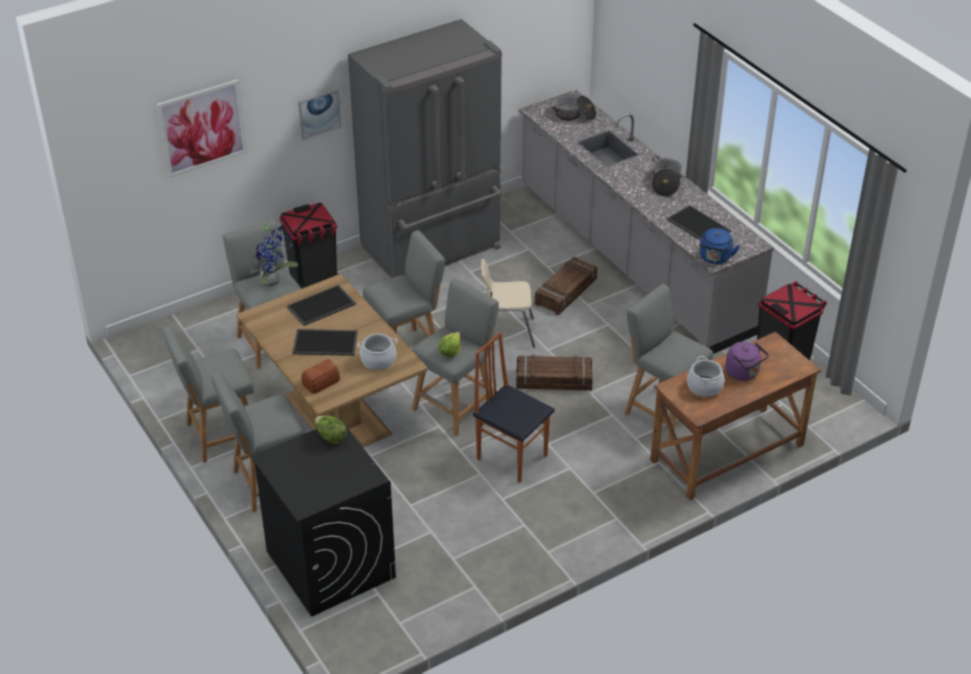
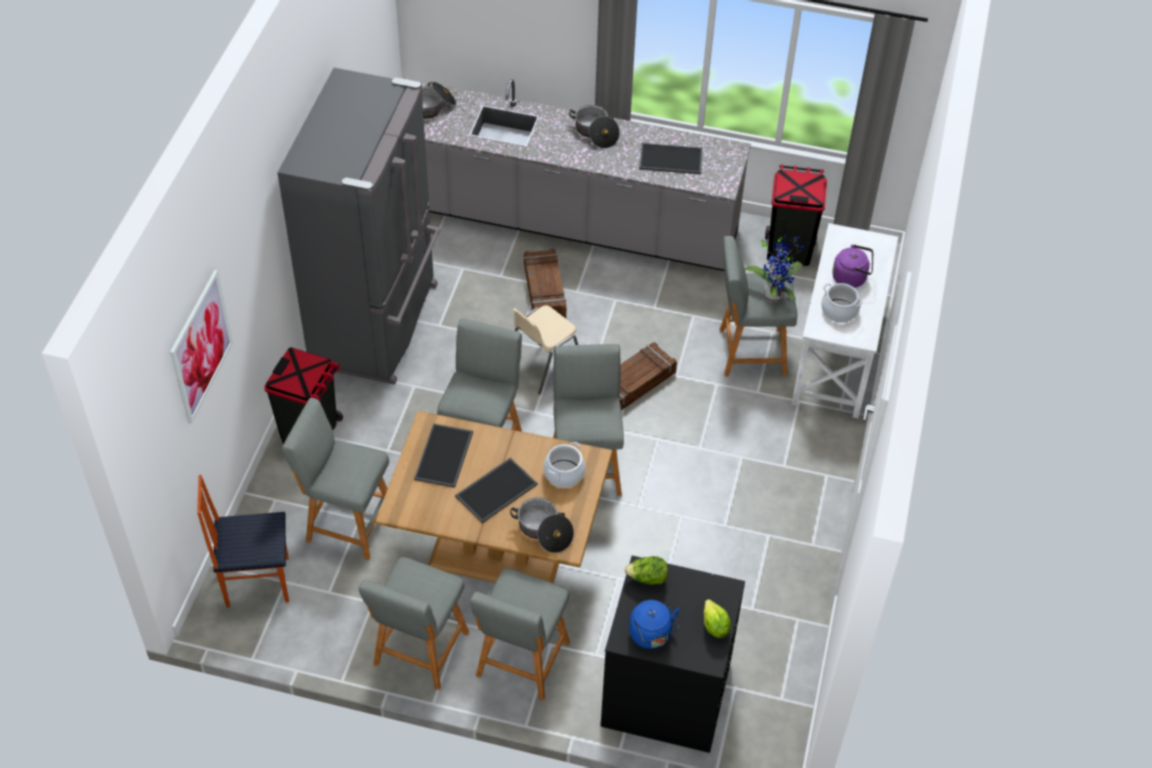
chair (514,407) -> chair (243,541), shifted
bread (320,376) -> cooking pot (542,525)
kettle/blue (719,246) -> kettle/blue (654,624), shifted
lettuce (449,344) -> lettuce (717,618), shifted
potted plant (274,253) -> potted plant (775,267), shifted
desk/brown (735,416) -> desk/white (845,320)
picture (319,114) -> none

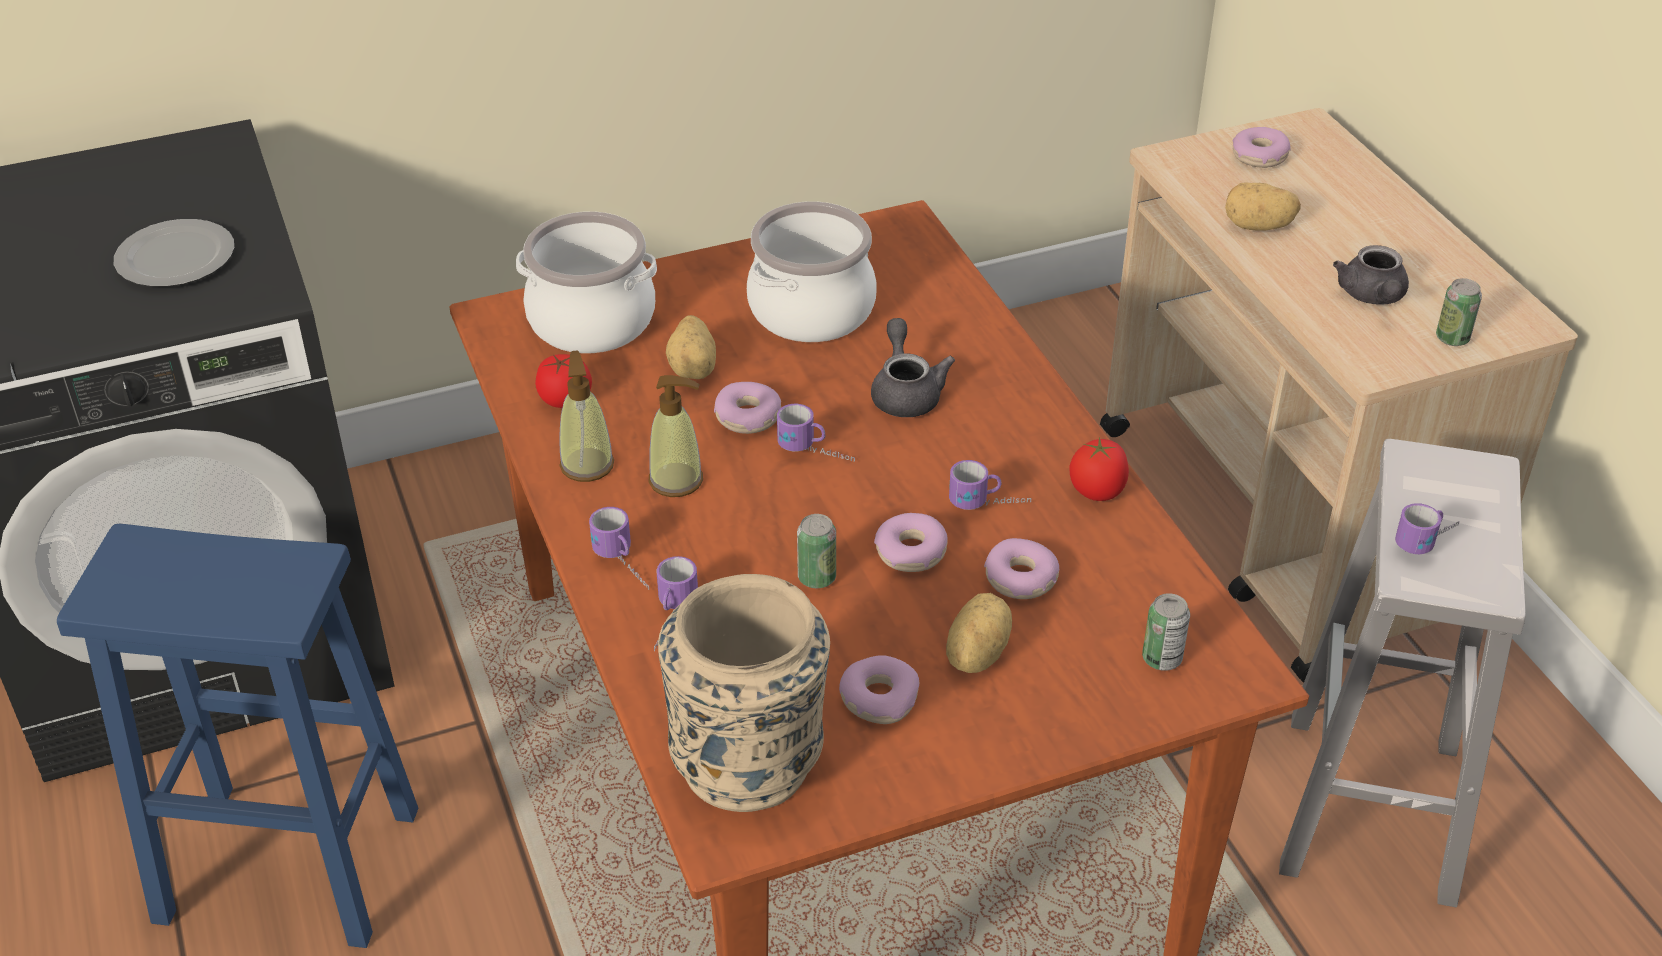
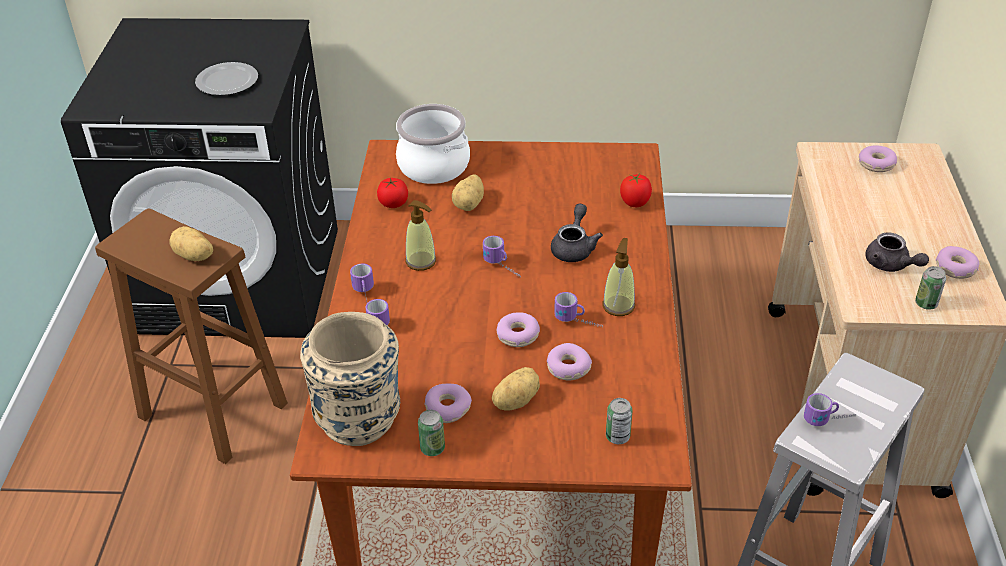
stool/blue (237,736) -> stool/brown (191,336)
potato (1263,206) -> potato (191,243), shifted
can (816,551) -> can (431,433), shifted
soap dispenser (586,416) -> soap dispenser (619,277), shifted
tomato (1099,469) -> tomato (636,190), shifted
teapot/grey (1371,275) -> teapot/grey (897,252), 60 degrees counterclockwise
donut (747,408) -> donut (958,262), shifted
cooking pot (812,271) -> none

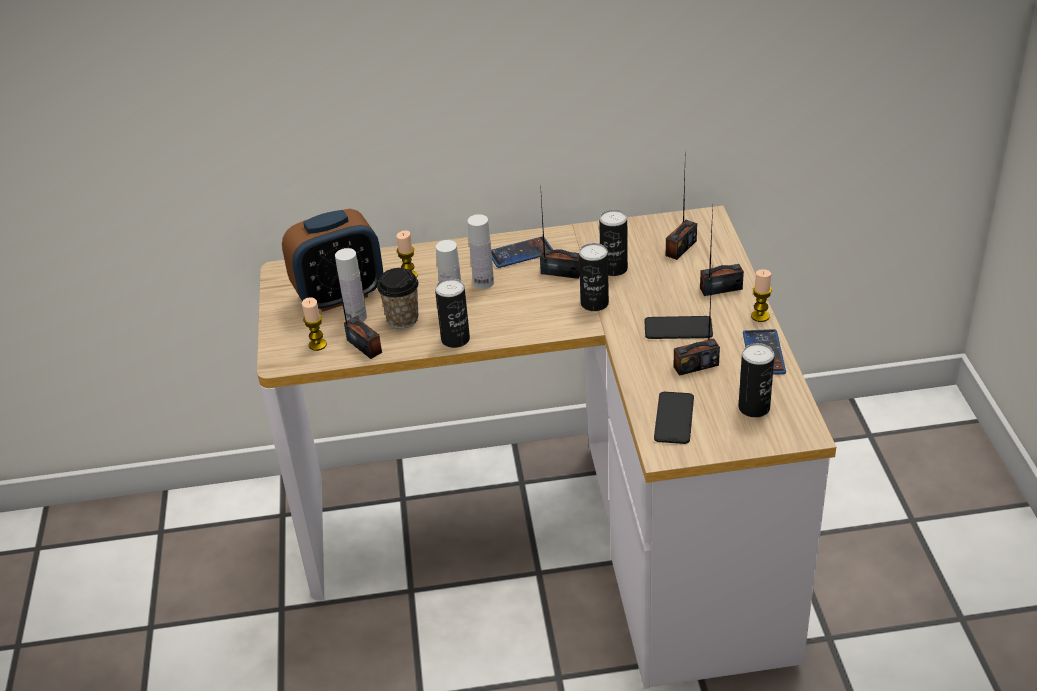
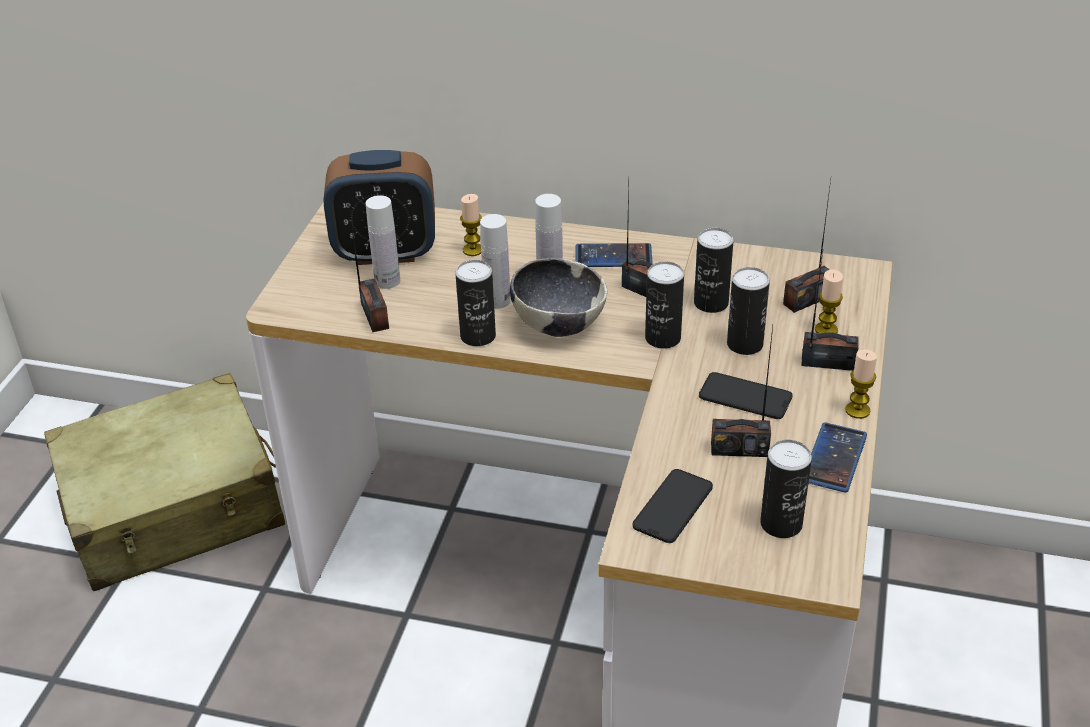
none -> suitcase/beige (164,482)
none -> bowl (558,297)
none -> can (748,311)
candle (314,324) -> candle (829,301), shifted
cup (398,298) -> none

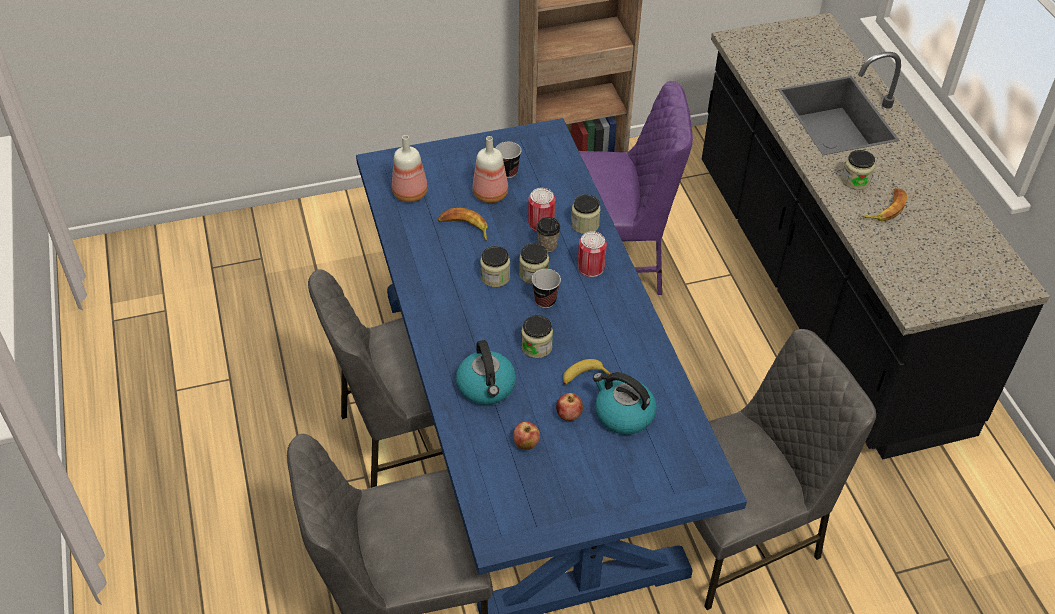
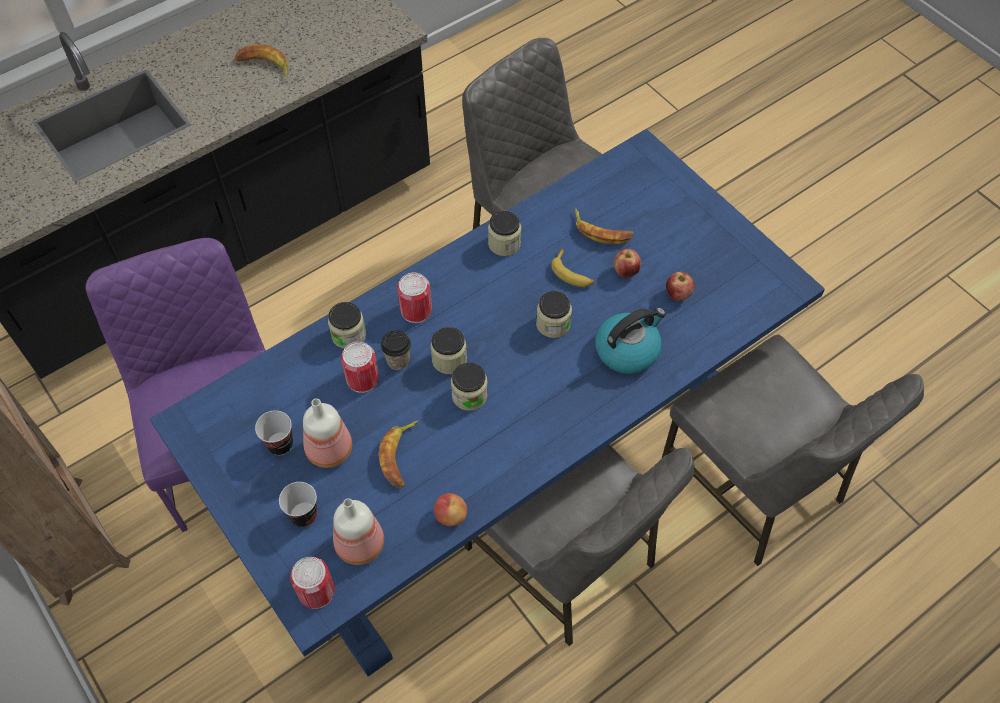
cup (546,288) -> cup (298,504), shifted
none -> can (312,583)
none -> apple (450,509)
jar (858,170) -> jar (504,233), shifted
kettle (625,403) -> banana (604,226)

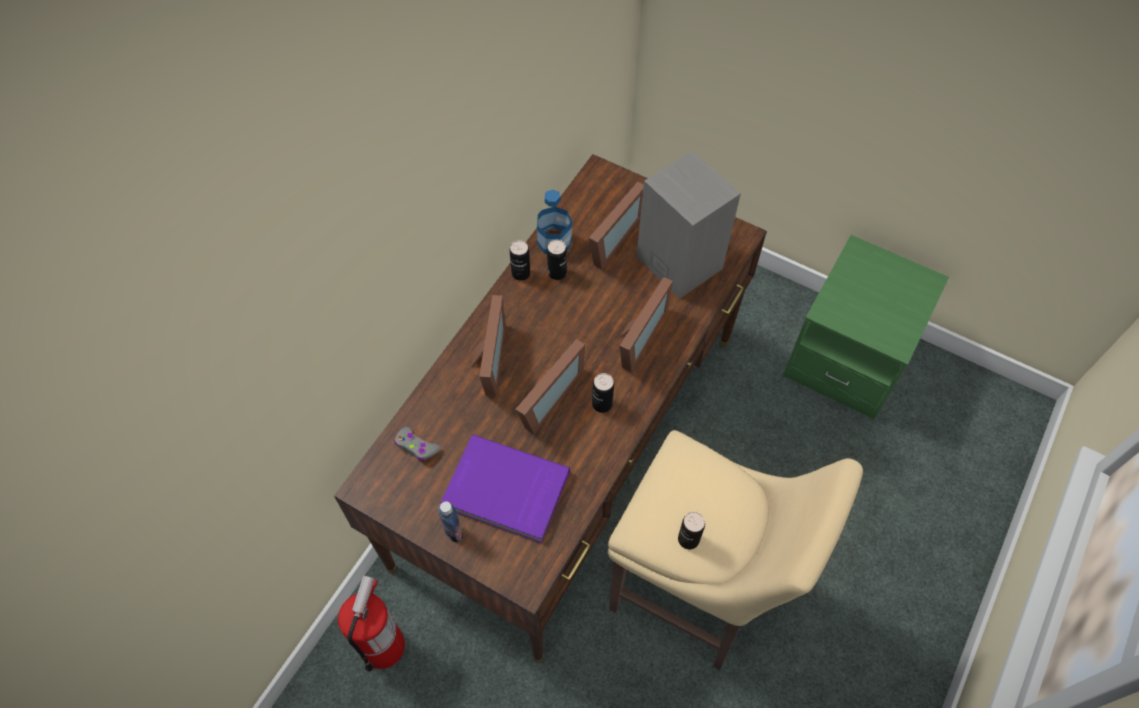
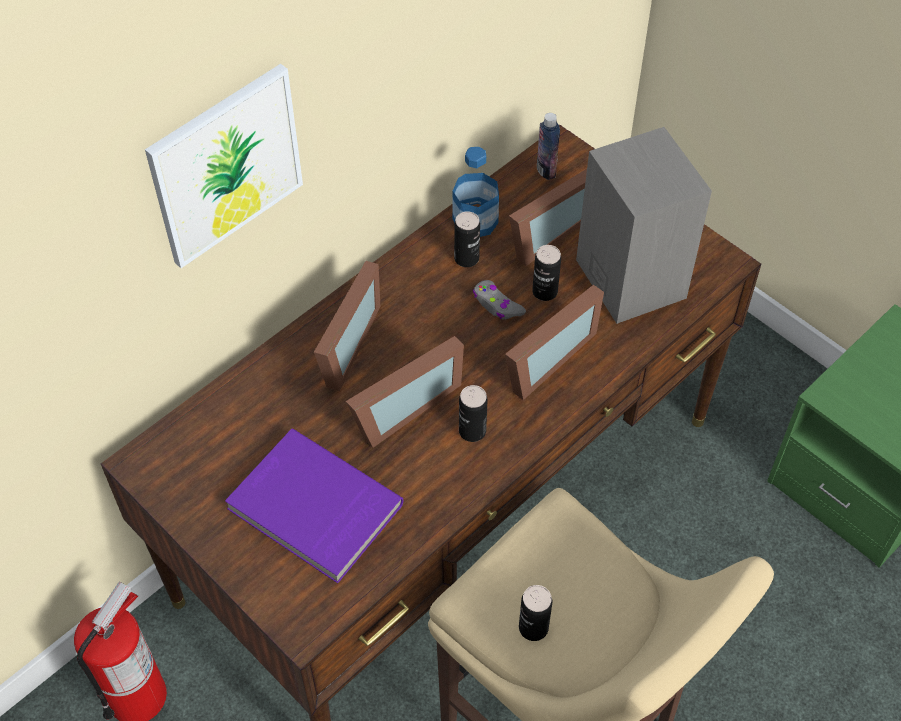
none -> picture (224,166)
game controller/grey (417,444) -> game controller/grey (499,300), shifted
can (520,260) -> can (546,273), shifted
bottle (450,522) -> bottle (548,146), shifted

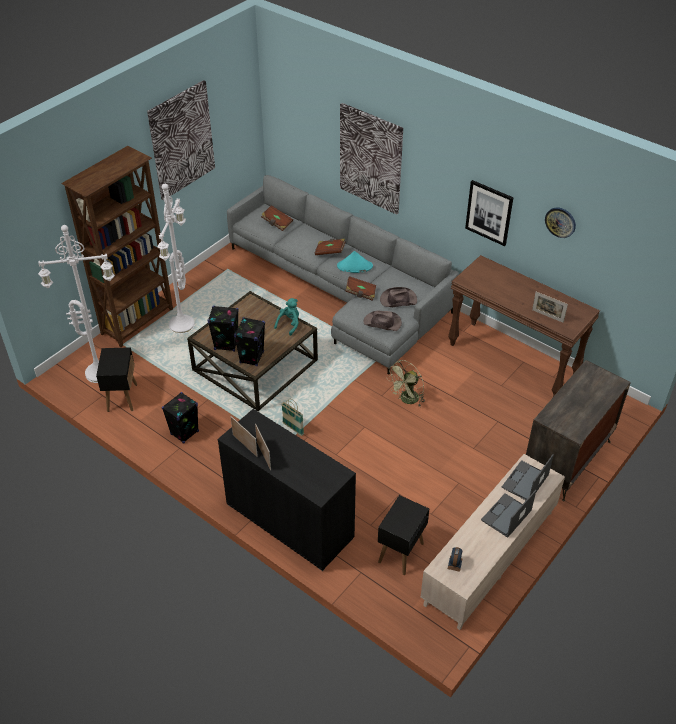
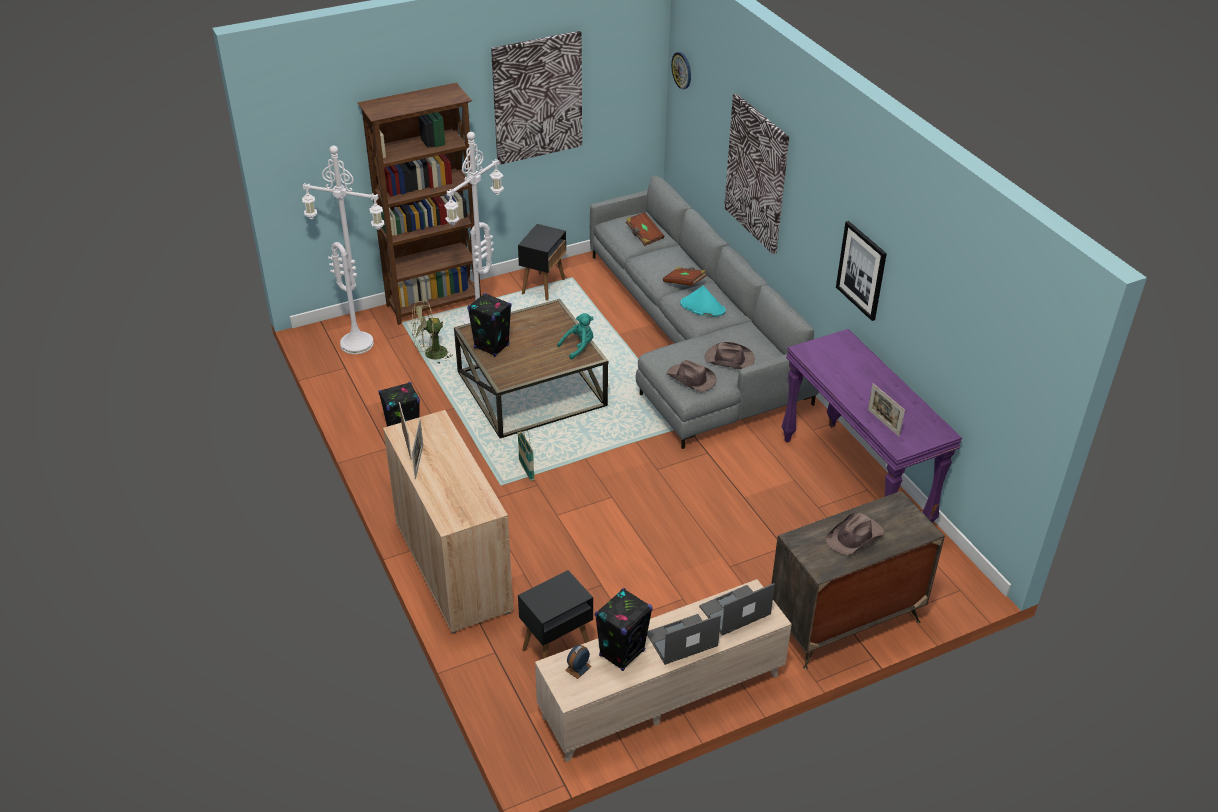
cabinet/black (287,490) -> cabinet/beige (448,522)
fan/green (406,383) -> fan/green (432,332), shifted
side table/black (116,379) -> side table/black (542,262), shifted
speaker/black (249,341) -> speaker/black (624,629), shifted
wall clock (560,223) -> wall clock (681,70), shifted
console table/brown (524,326) -> console table/purple (871,426)
none -> hat/brown (855,534)
book/brown (360,288) -> none

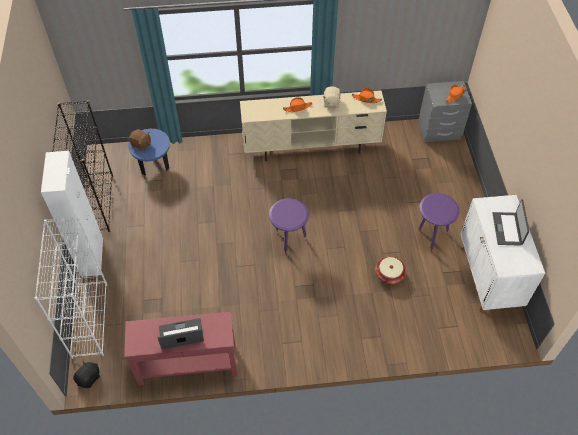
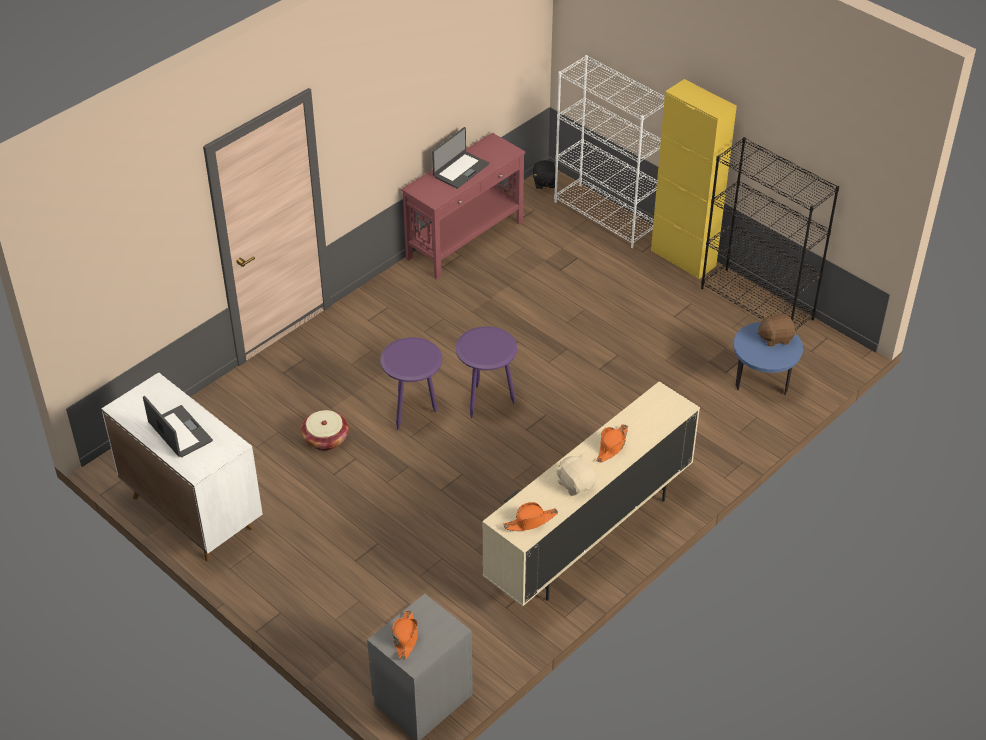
side table/purple (439,222) -> side table/purple (411,383), shifted
cabinet/white (72,214) -> cabinet/yellow (694,179)

